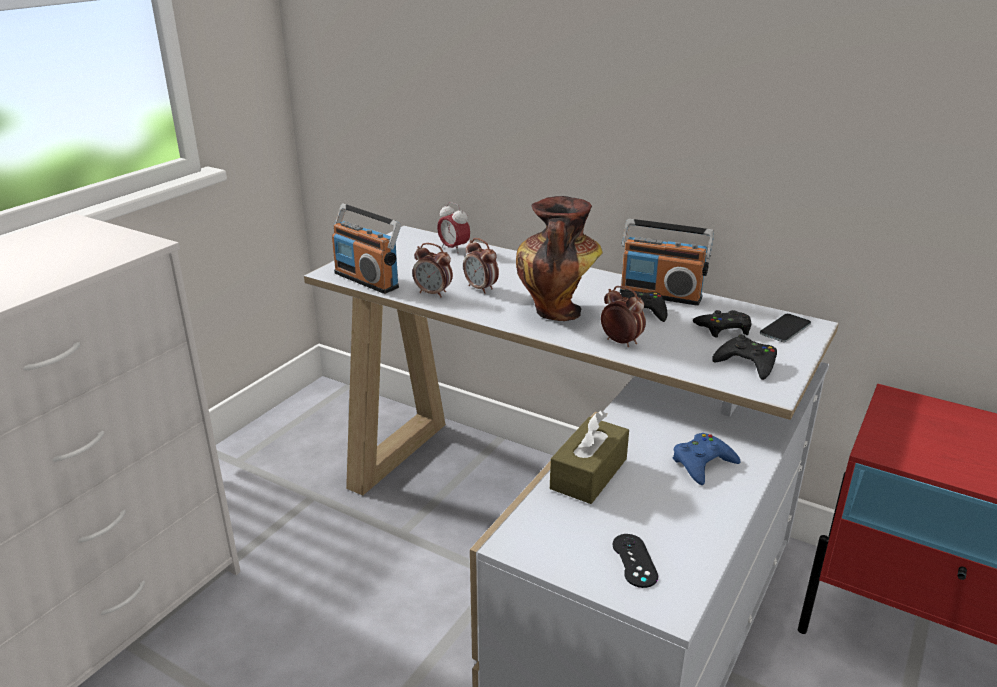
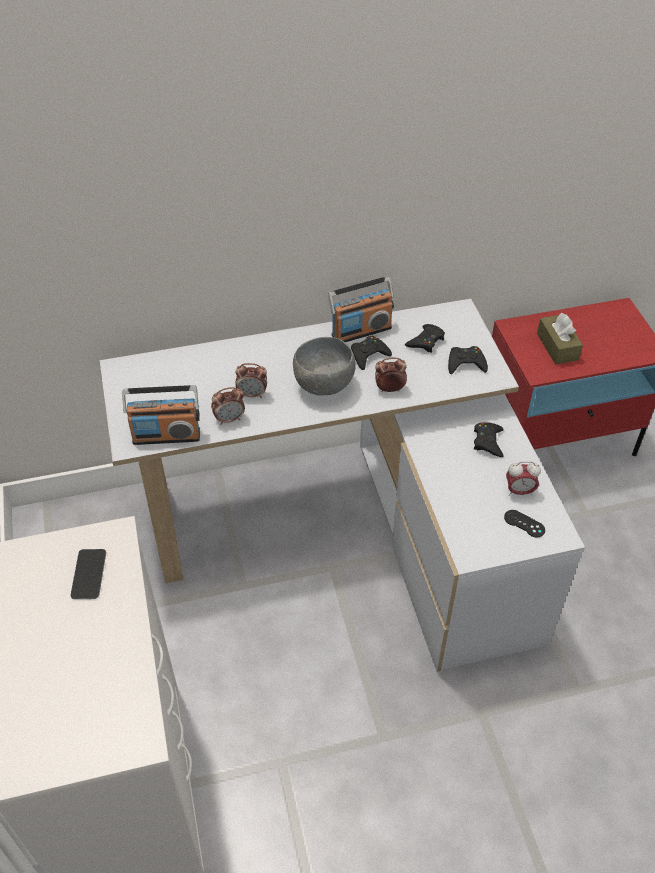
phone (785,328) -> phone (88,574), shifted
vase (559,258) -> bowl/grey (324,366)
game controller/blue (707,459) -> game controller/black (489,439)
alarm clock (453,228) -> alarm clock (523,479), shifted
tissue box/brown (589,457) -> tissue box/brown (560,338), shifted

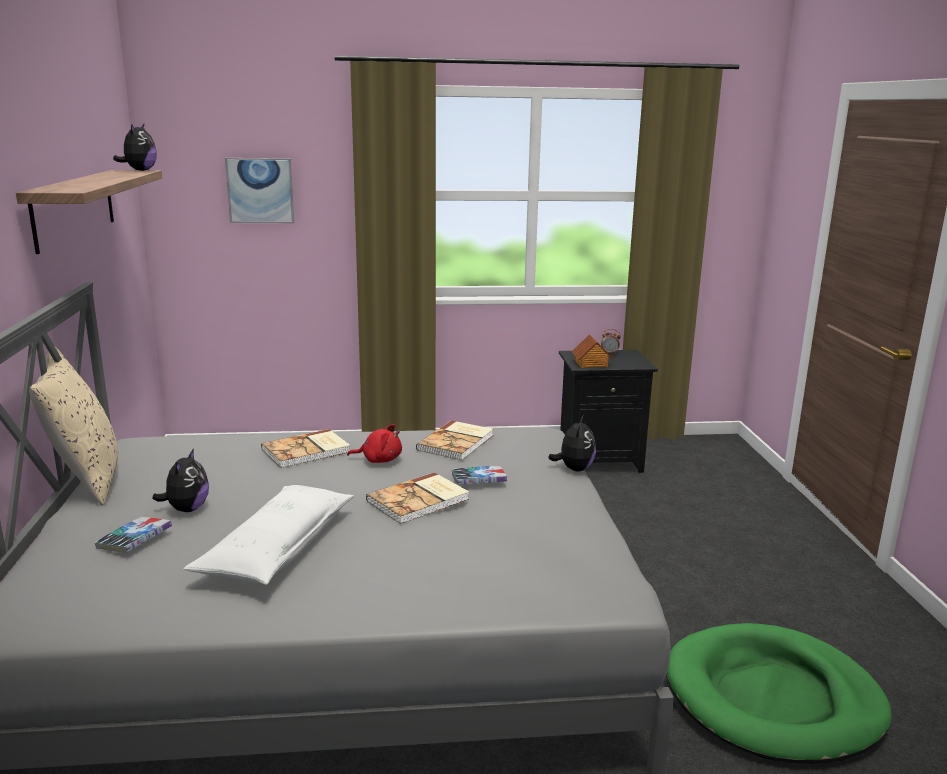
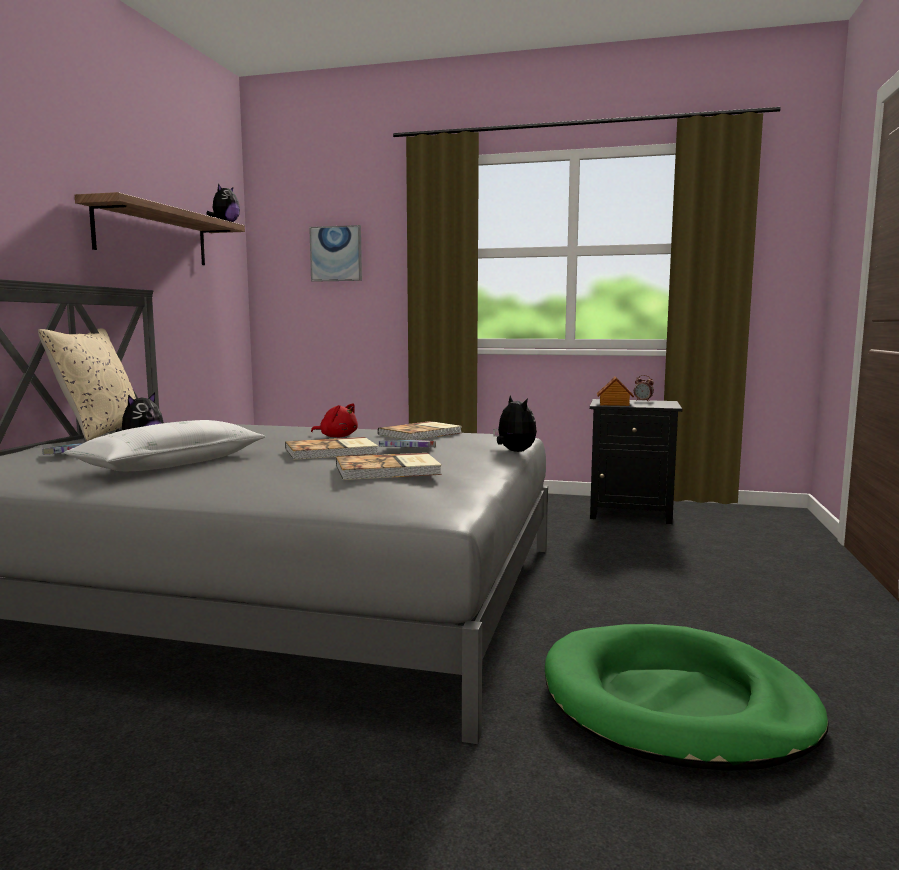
book (305,448) -> book (389,466), shifted
plush toy (572,444) -> plush toy (515,423), 60 degrees counterclockwise

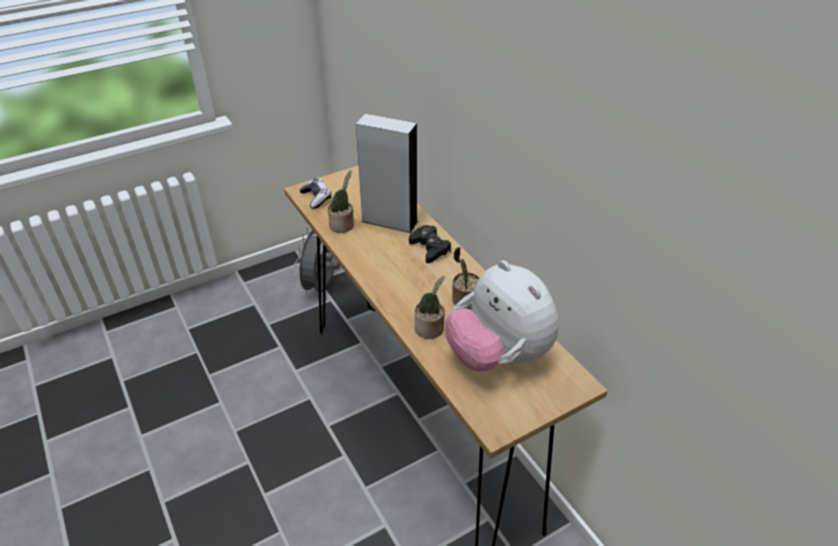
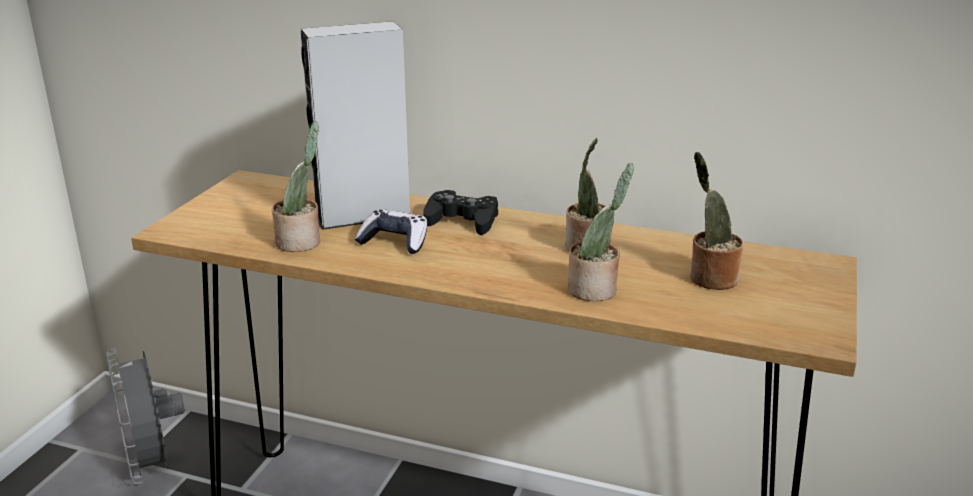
game controller (315,193) -> game controller (391,231), shifted
plush toy (502,315) -> potted plant (717,221)

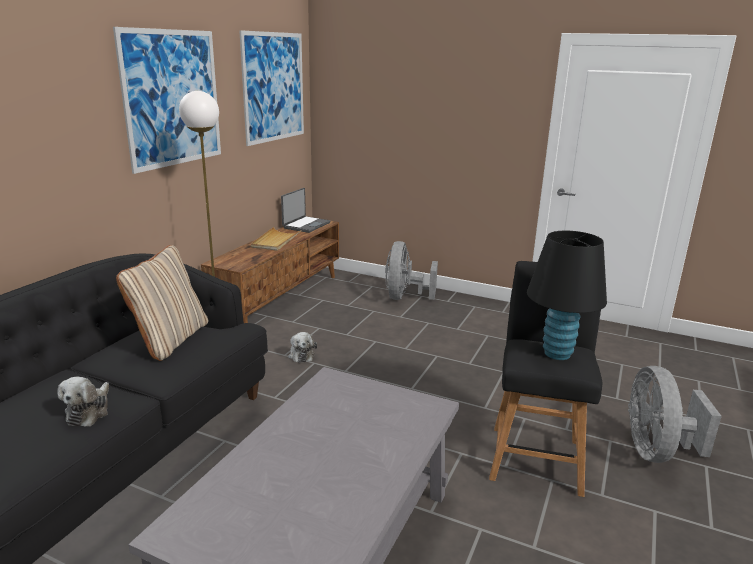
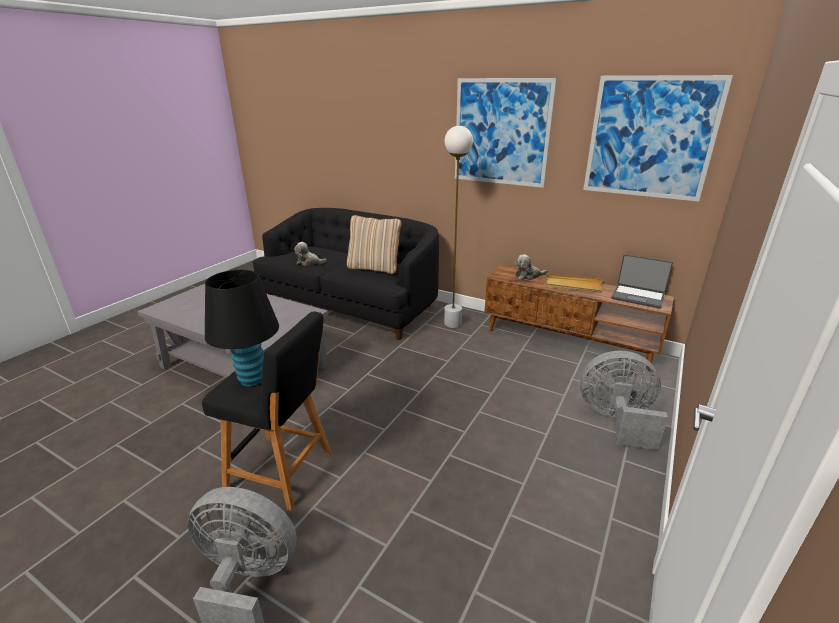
plush toy (302,347) -> plush toy (531,267), shifted

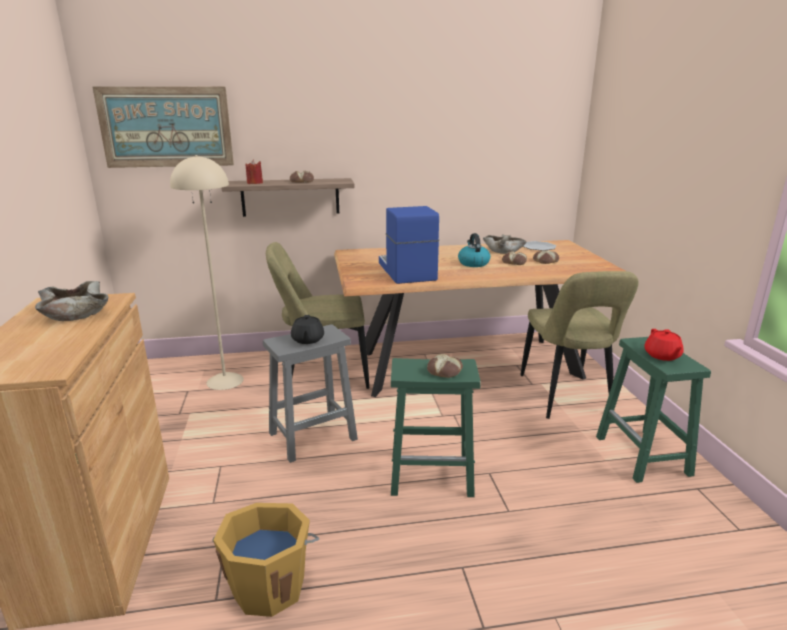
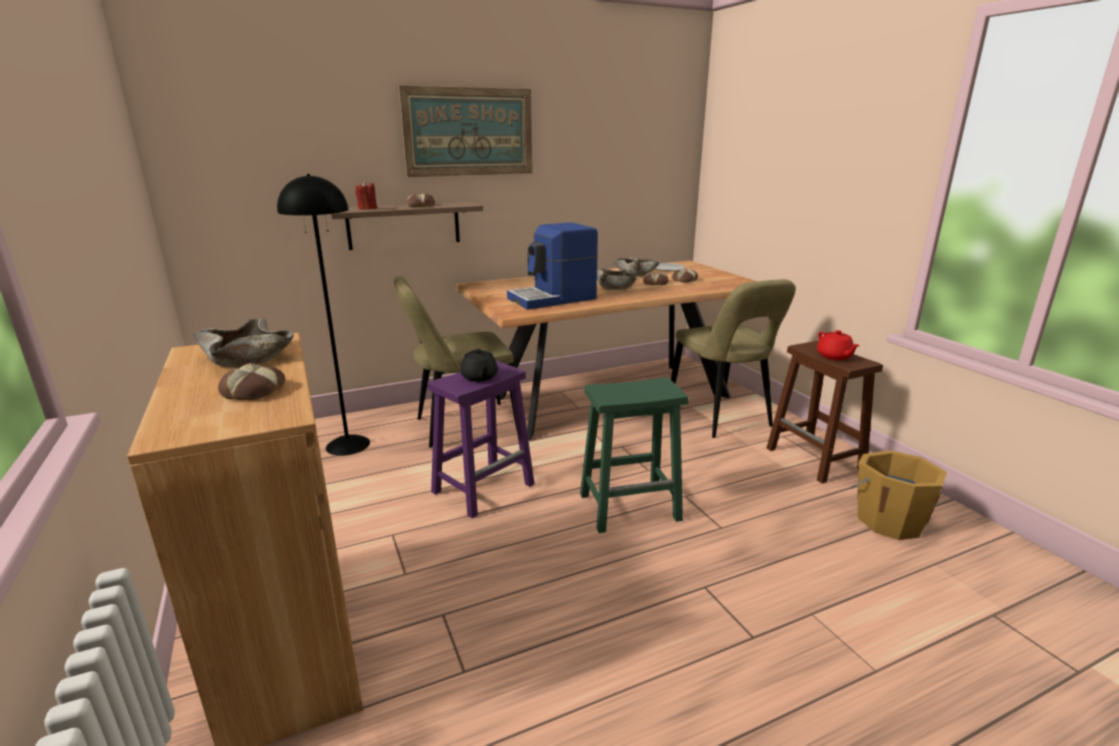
bread (445,366) -> bread (251,381), shifted
floor lamp/beige (207,272) -> floor lamp/black (323,315)
picture (163,127) -> picture (465,131), shifted
stool/grey (310,393) -> stool/purple (481,439)
coffee machine (409,245) -> coffee machine (552,266), 90 degrees counterclockwise
kettle (474,250) -> bowl/beige (617,279)
stool/green (653,410) -> stool/brown (824,412)
bucket/orange (266,560) -> bucket/orange (899,495), shifted

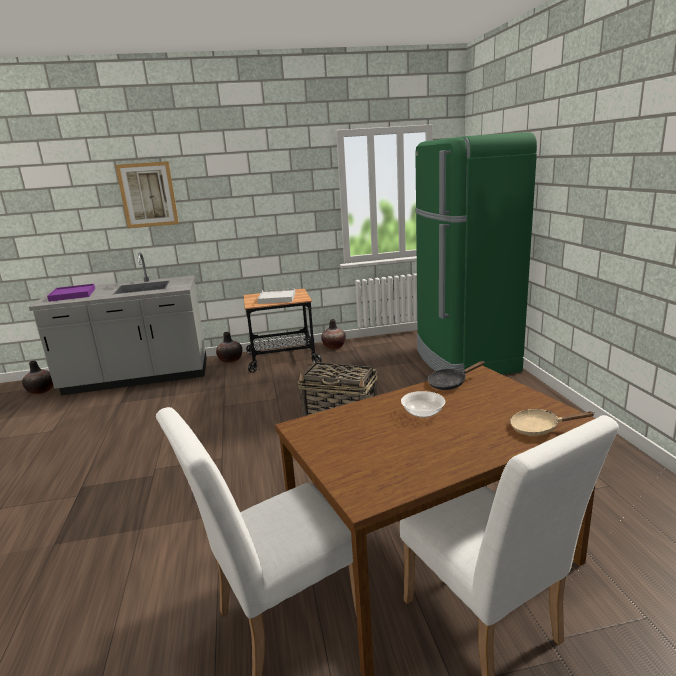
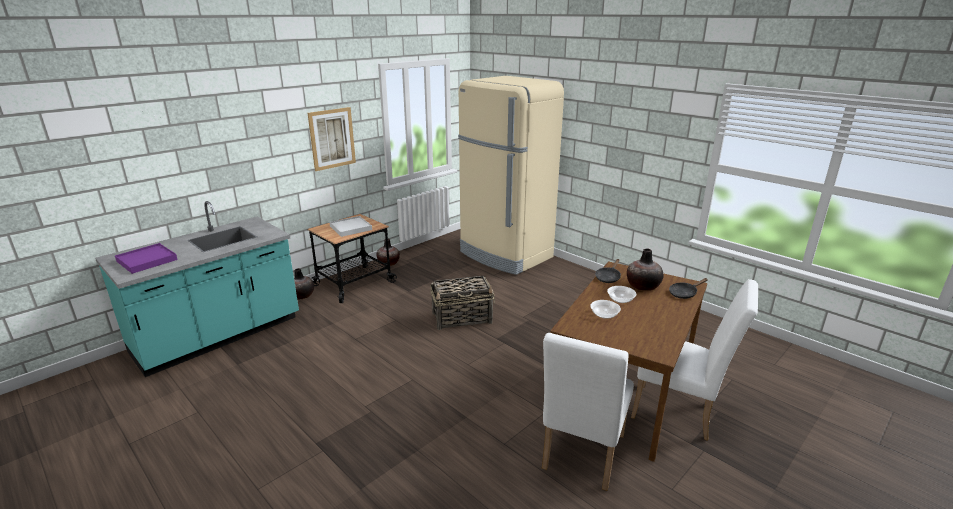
counter/grey (118,324) -> counter/turquoise (197,289)
picture (147,194) -> picture (332,139), shifted
fridge/green (476,253) -> fridge/beige (511,175)
none -> bowl (605,309)
vase (37,378) -> vase (645,270), shifted
frying pan/beige (552,422) -> frying pan/black (688,288)

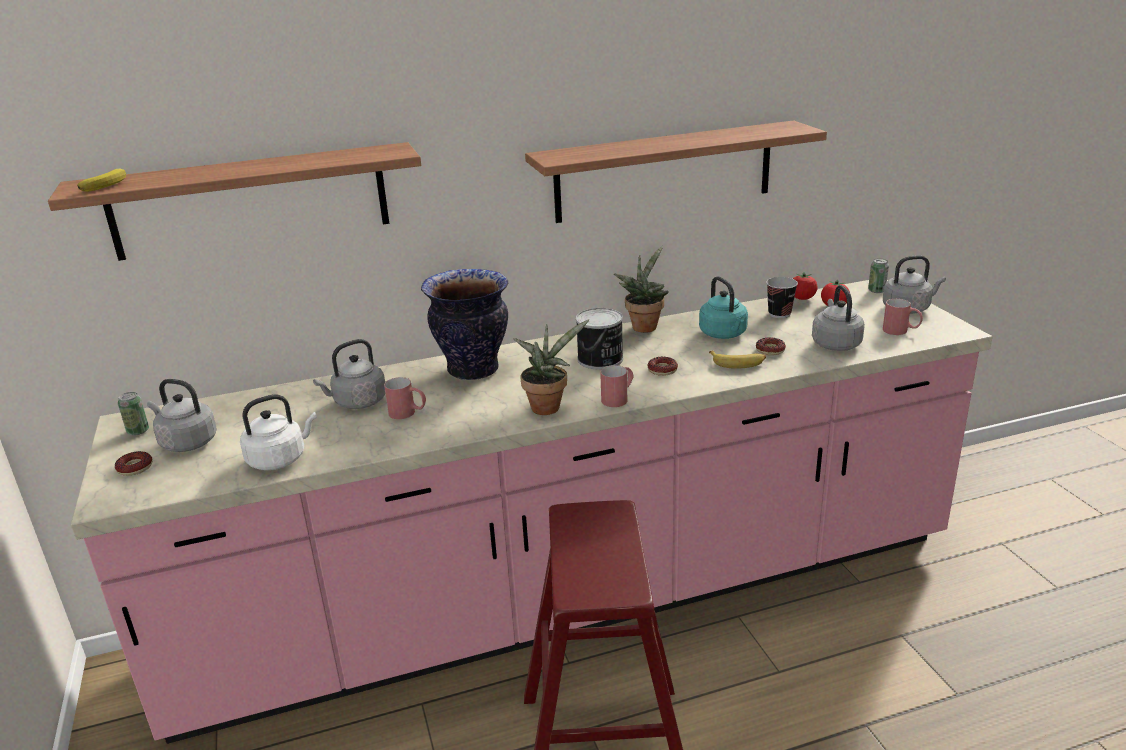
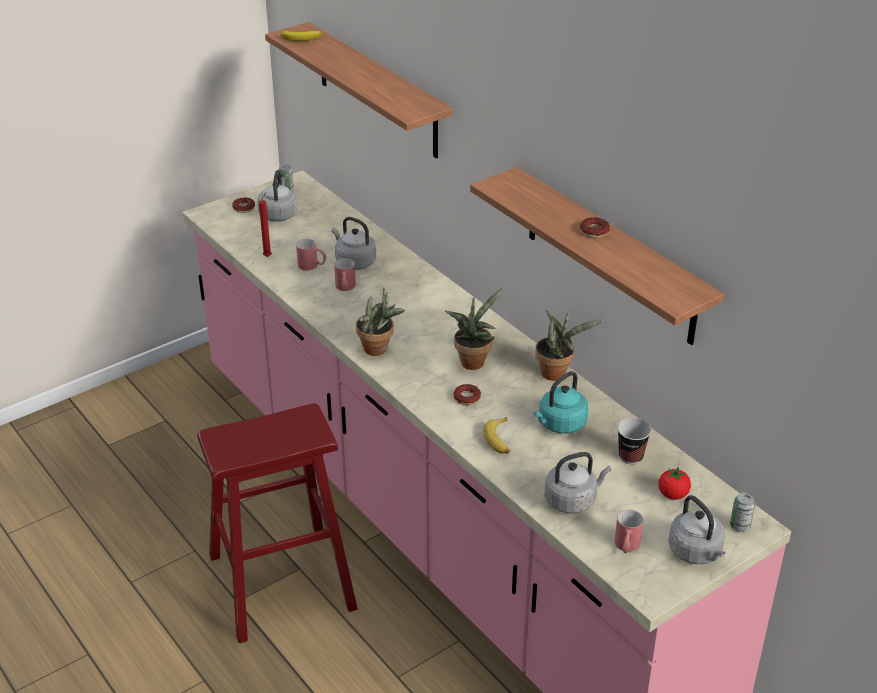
kettle/white (278,432) -> candle/red (265,224)
mug/red (617,386) -> mug/red (311,255), shifted
can (599,339) -> potted plant (475,328)
donut (771,346) -> donut (595,227), shifted
vase (464,324) -> none
tomato (805,286) -> none

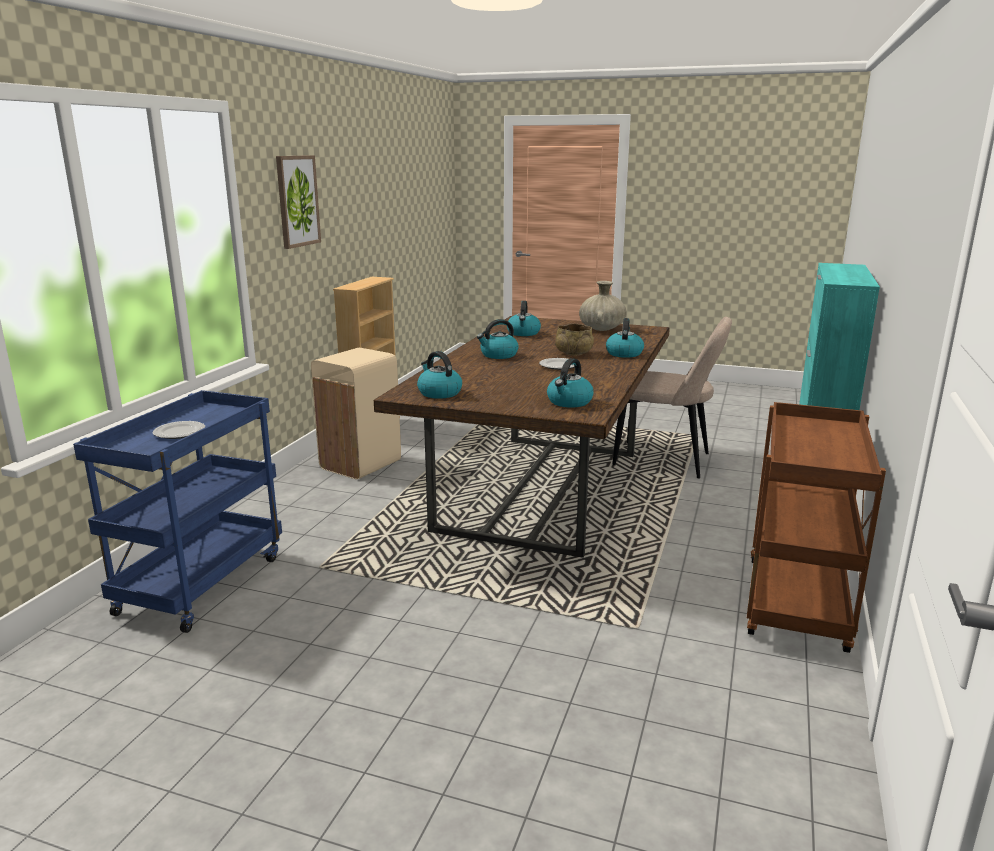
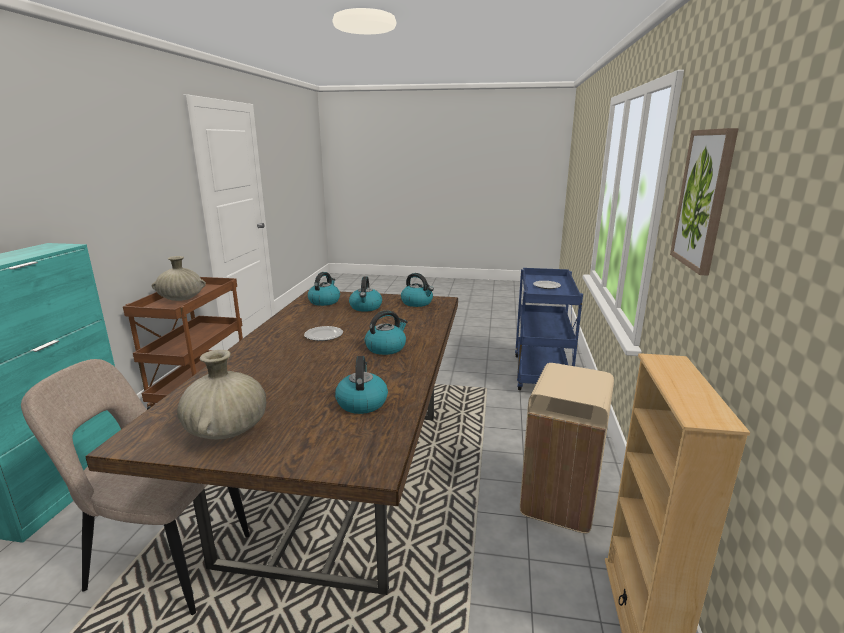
none -> vase/beige (179,278)
kettle (625,338) -> kettle (365,294), shifted
bowl/beige (574,339) -> none

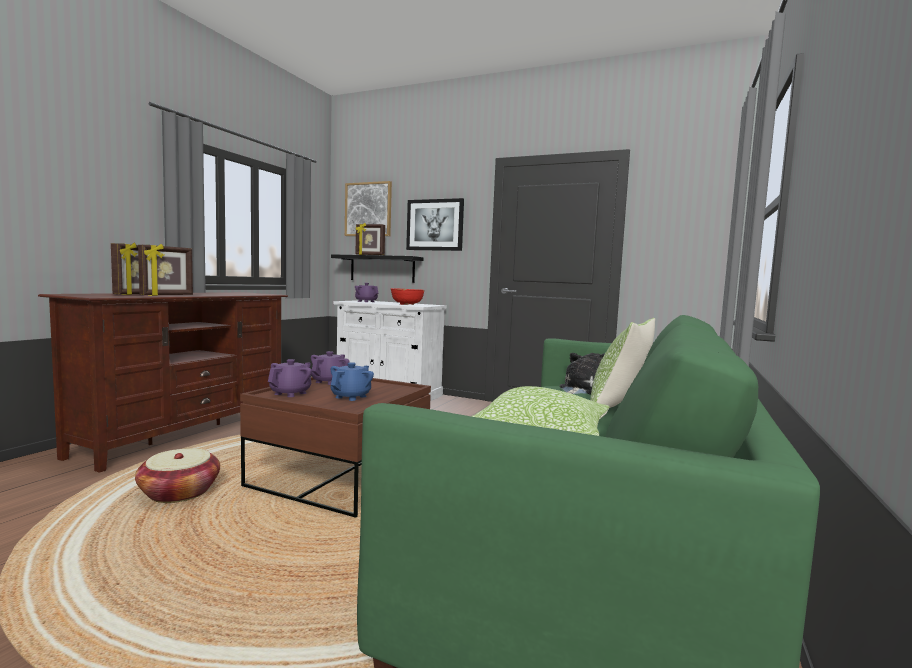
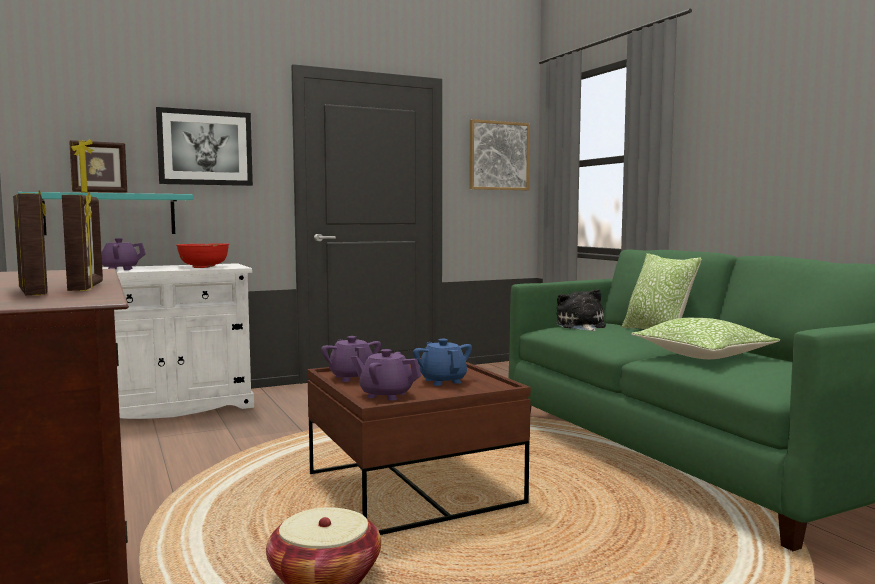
shelf/black (377,268) -> shelf/turquoise (105,213)
teapot/purple (290,378) -> teapot/purple (386,375), 45 degrees counterclockwise
picture (368,208) -> picture (499,154), shifted

